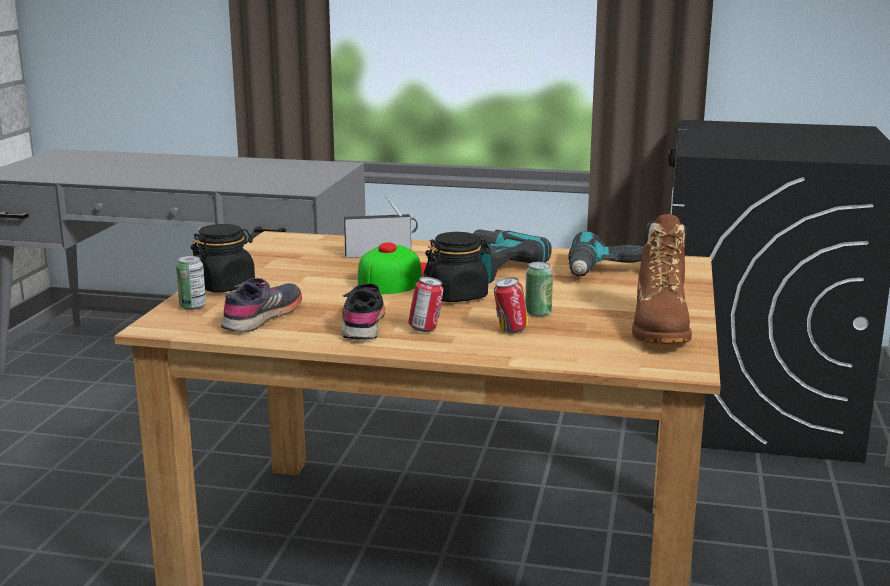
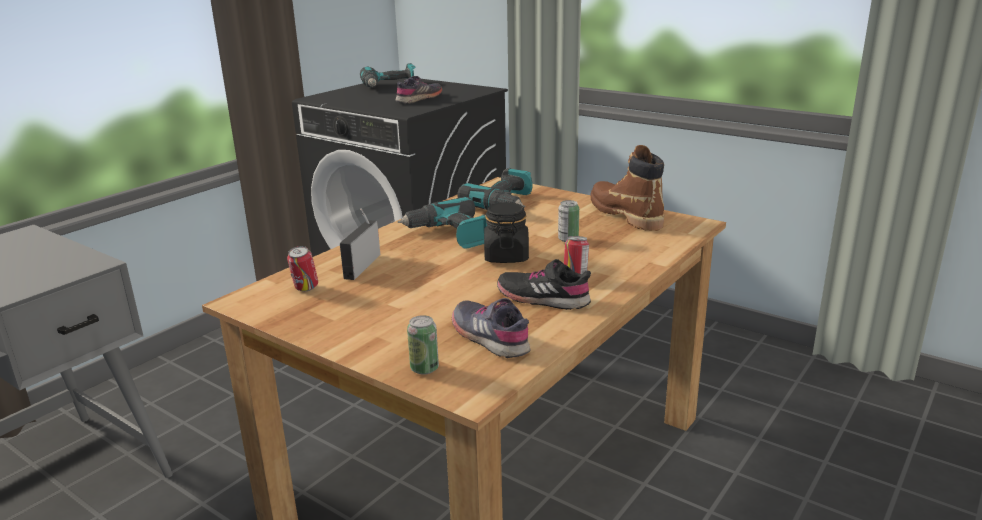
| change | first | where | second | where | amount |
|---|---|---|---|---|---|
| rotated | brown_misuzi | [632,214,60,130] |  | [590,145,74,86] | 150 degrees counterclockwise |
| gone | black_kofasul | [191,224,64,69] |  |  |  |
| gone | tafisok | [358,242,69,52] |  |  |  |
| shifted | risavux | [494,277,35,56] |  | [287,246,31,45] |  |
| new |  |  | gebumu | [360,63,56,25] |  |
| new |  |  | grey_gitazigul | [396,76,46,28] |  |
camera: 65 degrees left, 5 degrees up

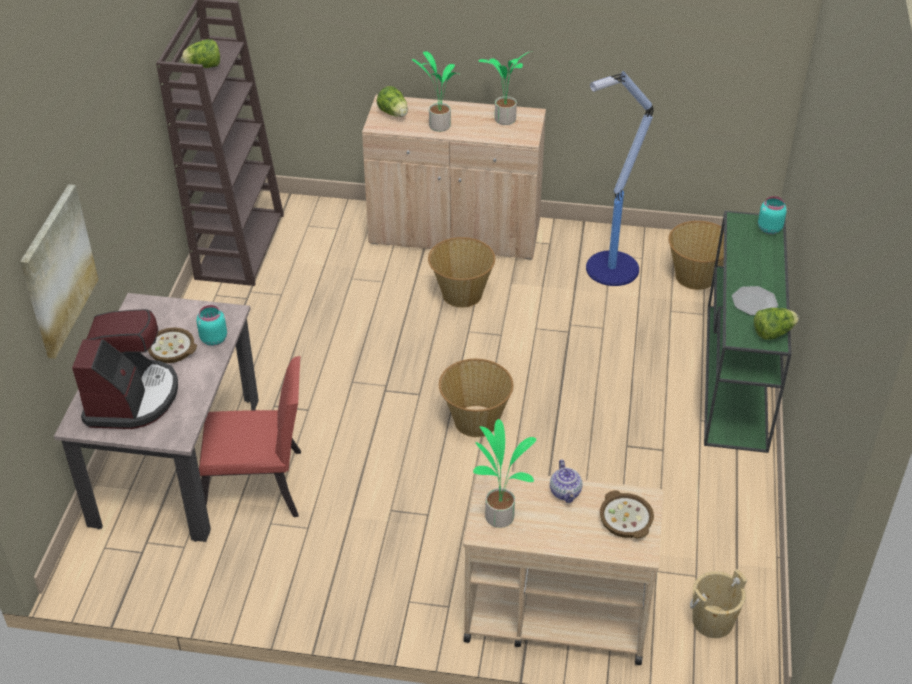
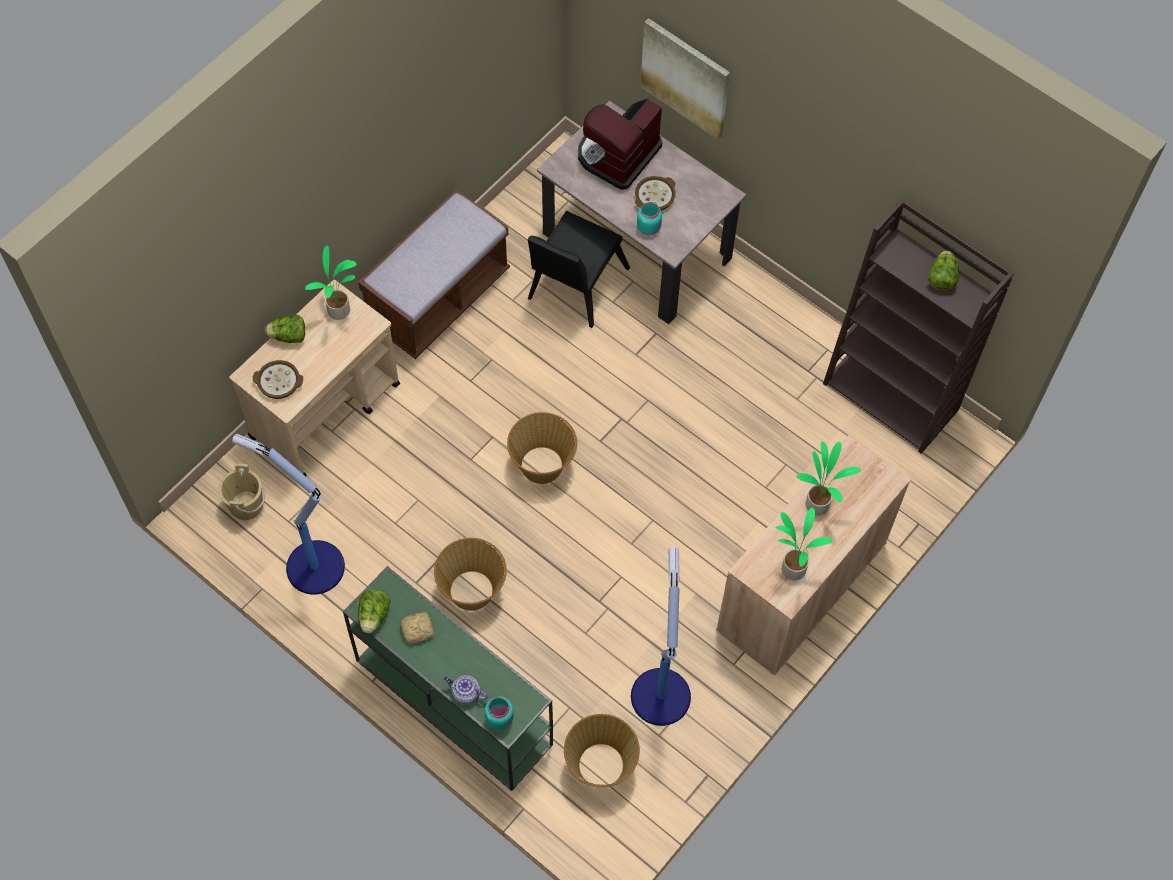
| change | first | where | second | where | amount |
|---|---|---|---|---|---|
| shifted | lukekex | [377,86,31,31] |  | [265,314,40,29] |  |
| shifted | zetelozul | [428,237,67,71] |  | [434,538,73,73] |  |
| swapped | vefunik | [732,286,46,29] | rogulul | [401,612,33,32] |  |
| rotated | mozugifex | [72,309,106,120] |  | [578,98,84,92] | 90 degrees clockwise |
| repainted | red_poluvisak | [199,356,102,161] | black_poluvisak | [528,211,102,117] |  |
| shifted | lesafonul | [550,459,33,44] |  | [444,675,44,29] |  |
| new |  |  | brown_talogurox | [358,190,152,169] |  |
| new |  |  | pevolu | [232,434,113,161] |  |
camera: 120 degrees right, 20 degrees up

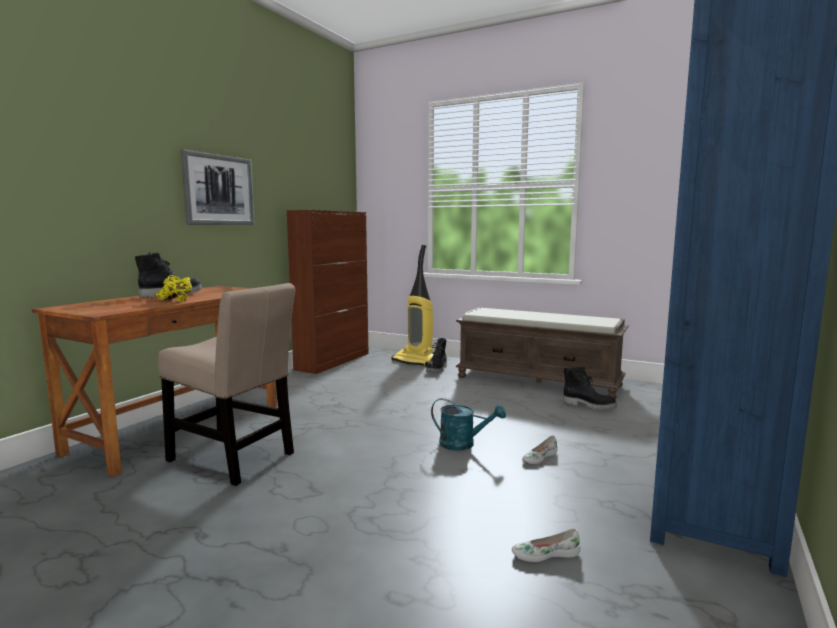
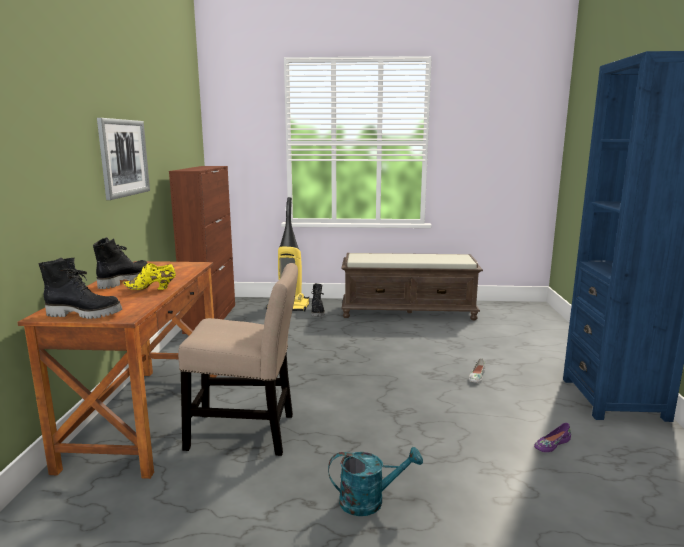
| change | first | where | second | where | amount |
|---|---|---|---|---|---|
| shifted | black_misuzi | [563,367,54,43] |  | [39,258,83,61] |  |
| shifted | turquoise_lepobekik | [431,398,75,53] |  | [328,447,95,69] |  |
| repainted | white_gitazigul | [512,528,69,34] | purple_gitazigul | [534,423,37,29] |  |
camera: 25 degrees left, 5 degrees up

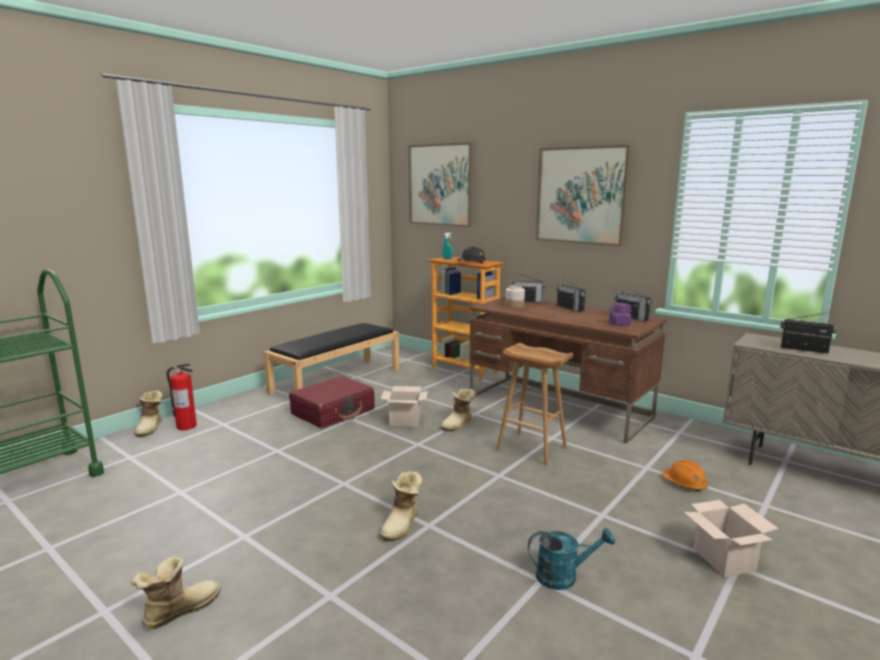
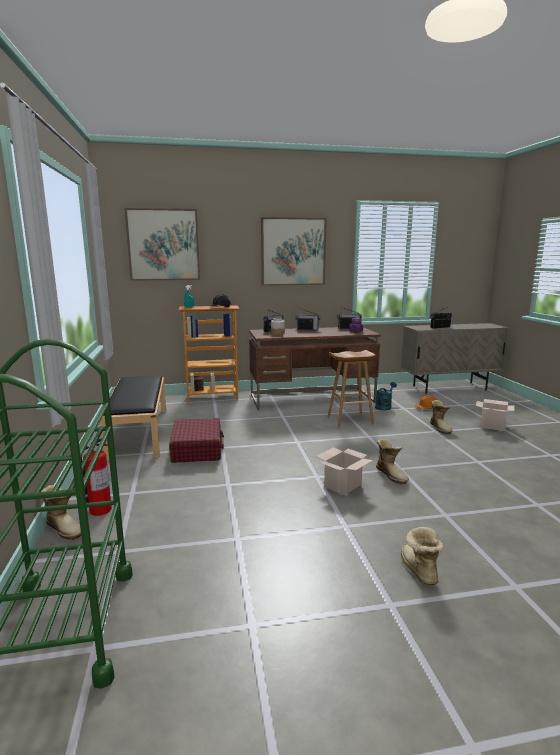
| change | first | where | second | where | amount |
|---|---|---|---|---|---|
| shifted | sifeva | [381,386,47,40] |  | [316,447,57,48] |  |
| shifted | misuzi | [440,388,36,43] |  | [430,400,23,34] |  |
| shifted | turquoise_lepobekik | [528,528,87,62] |  | [375,382,22,28] |  |
camera: 50 degrees left, 0 degrees up

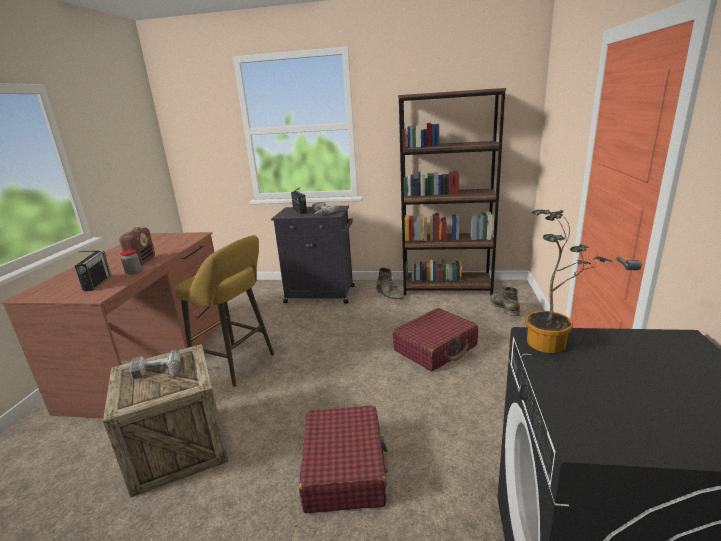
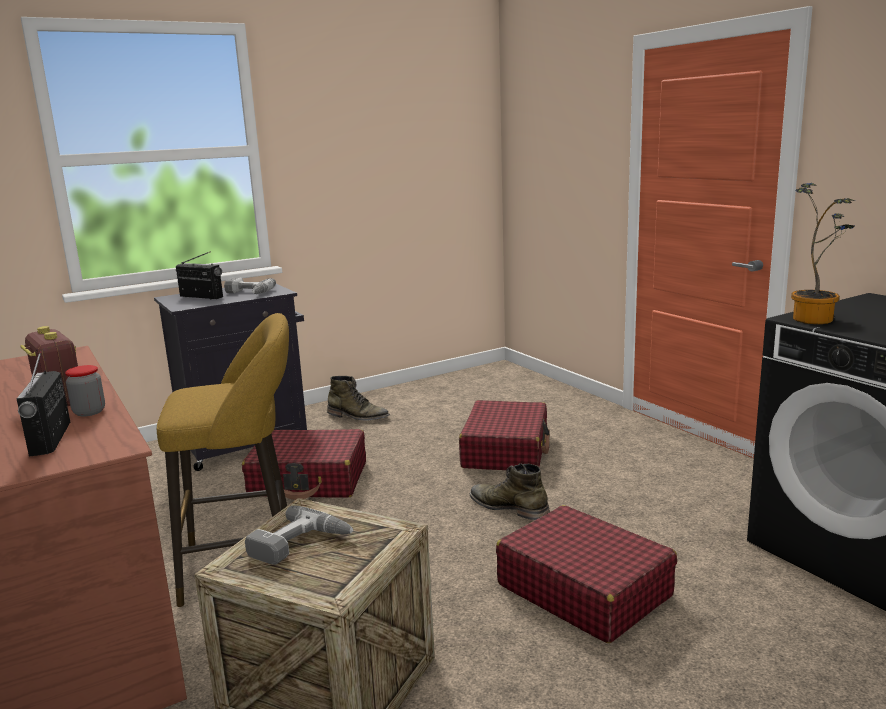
| change | first | where | second | where | amount |
|---|---|---|---|---|---|
| gone | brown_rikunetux | [398,88,108,208] |  |  |  |
| rotated | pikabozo | [75,250,36,41] |  | [17,351,53,106] | 150 degrees counterclockwise |
| shifted | green_misuzi | [490,286,30,30] |  | [470,463,80,57] |  |
| new |  |  | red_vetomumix | [242,429,124,71] |  |
camera: 40 degrees left, 5 degrees down

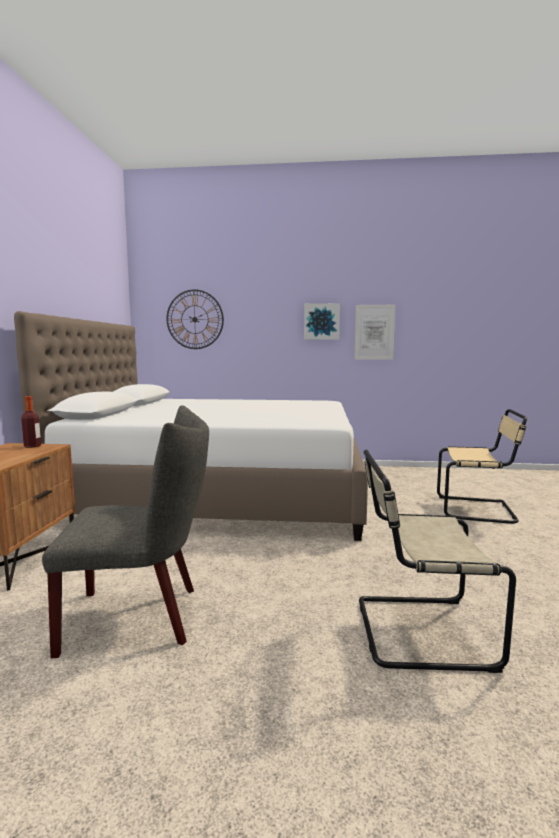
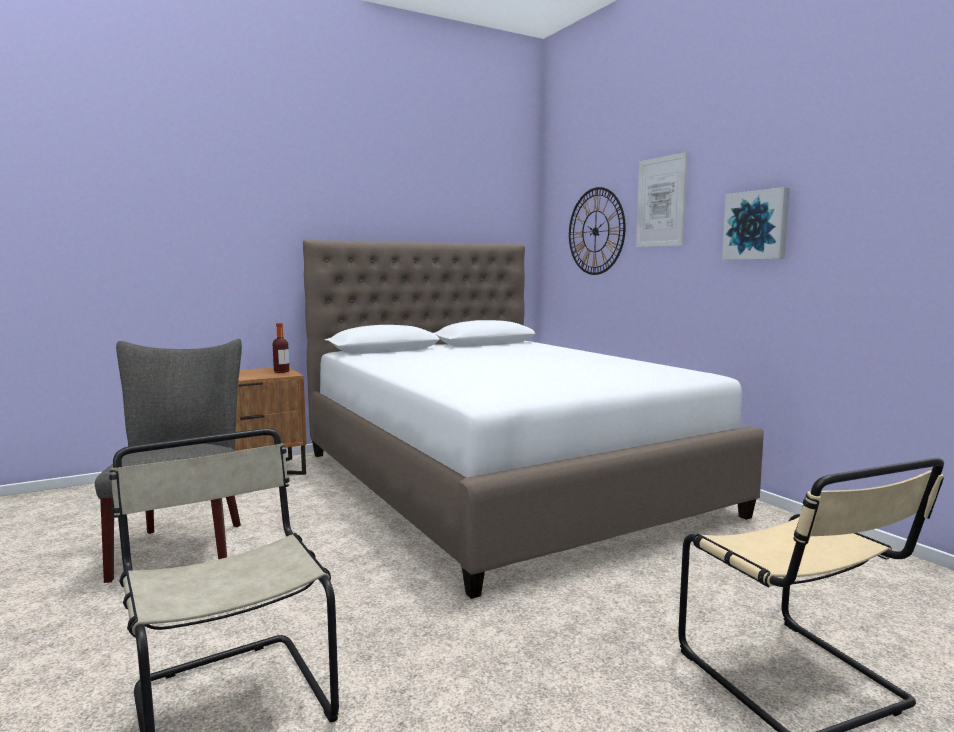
| change | first | where | second | where | amount |
|---|---|---|---|---|---|
| shifted | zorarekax | [354,305,41,55] |  | [636,152,51,95] |  |
| rotated | grey_poluvisak | [42,405,167,253] |  | [95,339,147,244] | 150 degrees counterclockwise |
camera: 55 degrees right, 0 degrees up

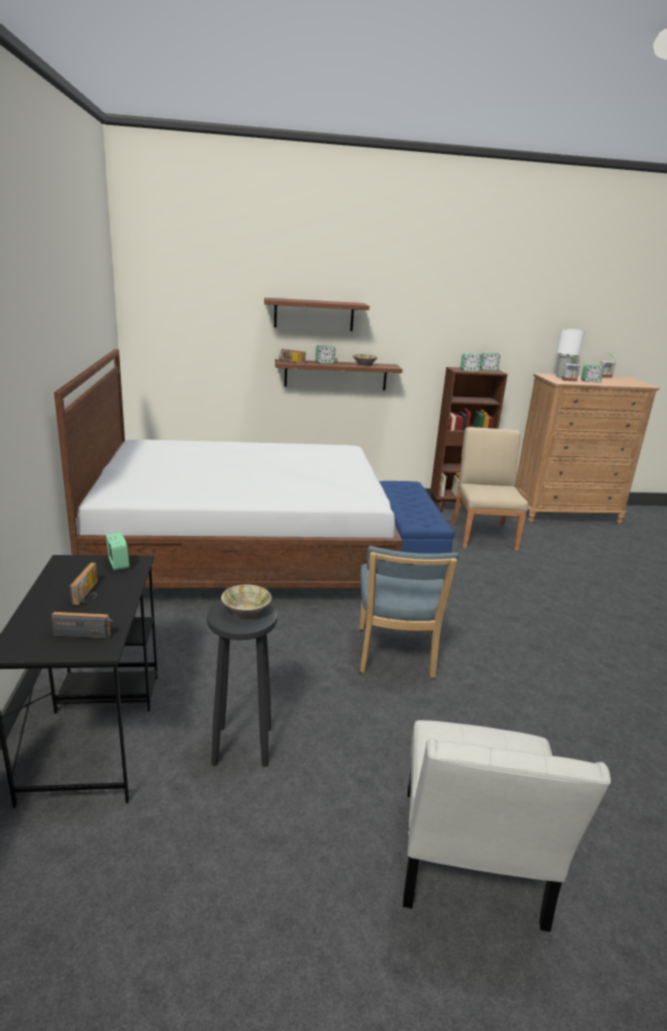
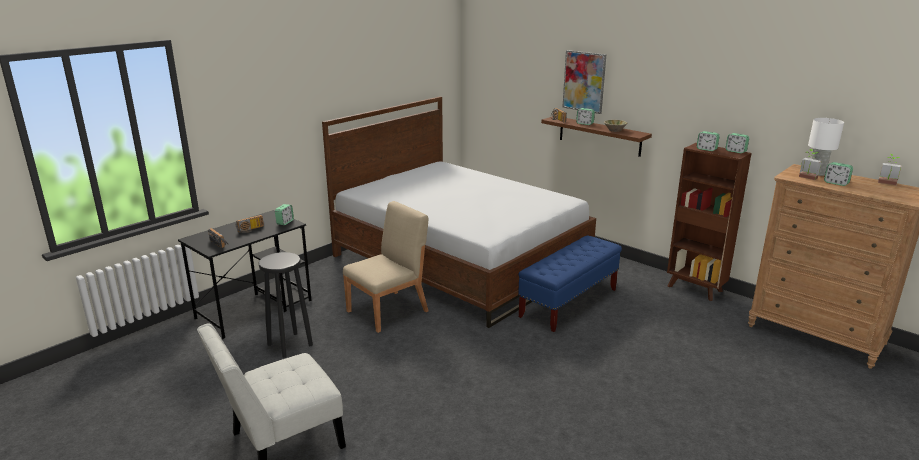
| change | first | where | second | where | amount |
|---|---|---|---|---|---|
| swapped | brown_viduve | [264,298,105,33] | zorarekax | [563,50,44,64] |  |
| shifted | beige_poluvisak | [452,427,76,124] |  | [343,201,85,132] |  |
| gone | blue_poluvisak | [359,546,100,132] |  |  |  |
| gone | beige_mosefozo | [221,585,51,33] |  |  |  |
camera: 50 degrees right, 0 degrees up

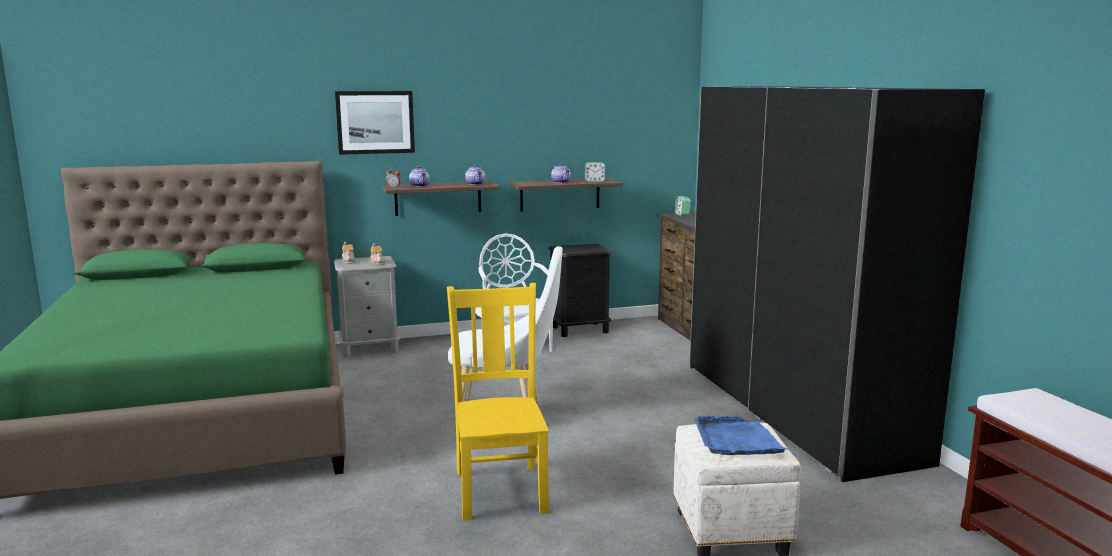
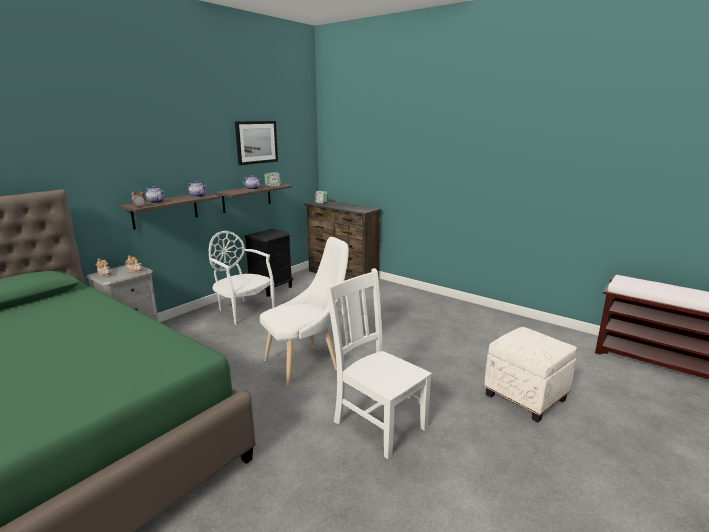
| change | first | where | second | where | amount |
|---|---|---|---|---|---|
| gone | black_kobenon | [689,86,296,396] |  |  |  |
| shifted | zorarekax | [335,91,80,64] |  | [235,121,43,44] |  |
| repainted | yellow_poluvisak | [447,283,102,238] | white_poluvisak | [325,268,107,191] |  |
| gone | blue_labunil | [695,416,93,39] |  |  |  |
camera: 35 degrees left, 5 degrees up

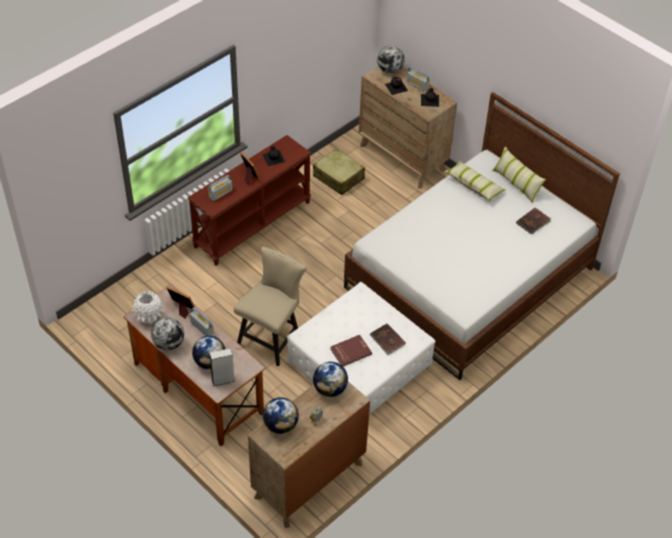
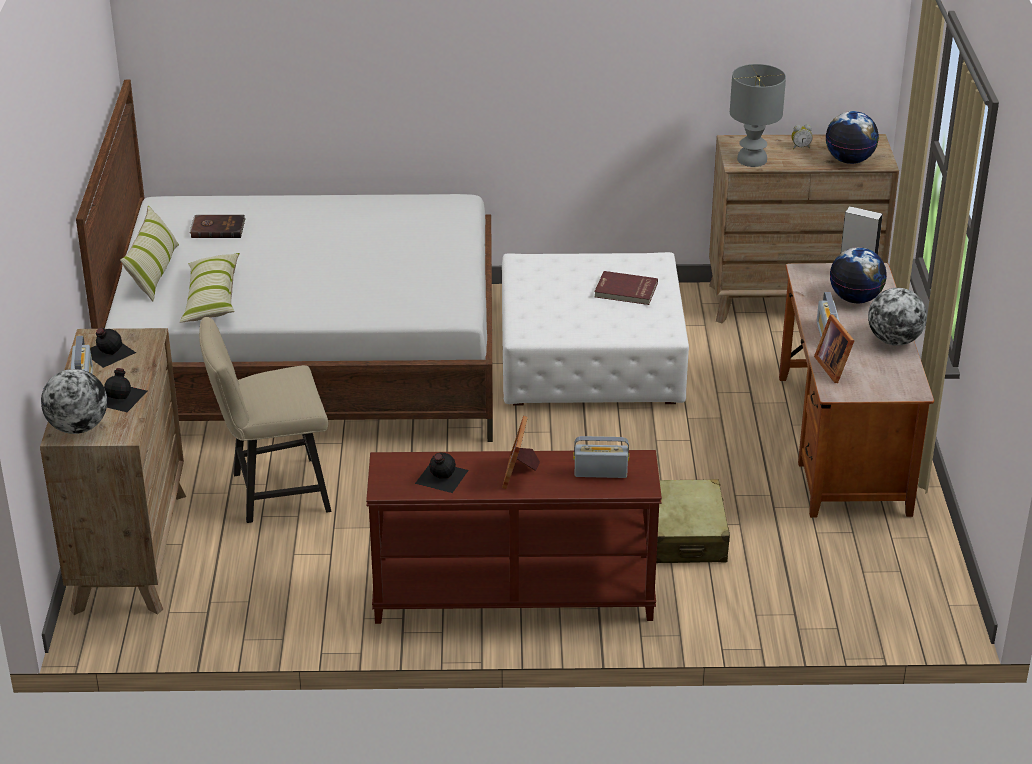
| change | first | where | second | where | amount |
|---|---|---|---|---|---|
| shifted | beige_vetomumix | [313,148,52,47] |  | [656,479,74,84] |  |
| shifted | beige_poluvisak | [234,246,73,120] |  | [199,317,132,206] |  |
| gone | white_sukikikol | [132,291,33,33] |  |  |  |
| gone | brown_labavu | [370,323,36,32] |  |  |  |
| swapped | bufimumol | [313,362,35,35] | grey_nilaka | [730,64,56,103] |  |
camera: 135 degrees left, 15 degrees down

